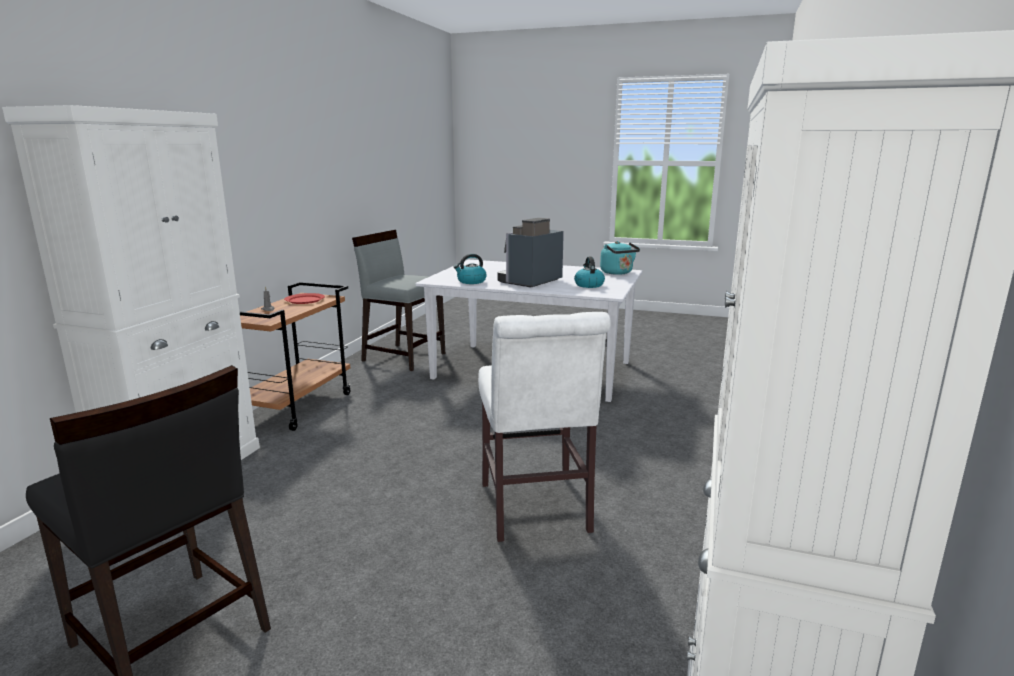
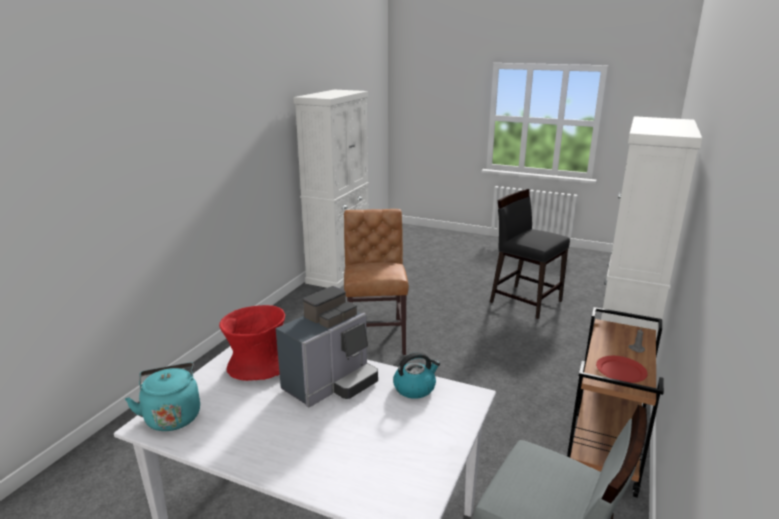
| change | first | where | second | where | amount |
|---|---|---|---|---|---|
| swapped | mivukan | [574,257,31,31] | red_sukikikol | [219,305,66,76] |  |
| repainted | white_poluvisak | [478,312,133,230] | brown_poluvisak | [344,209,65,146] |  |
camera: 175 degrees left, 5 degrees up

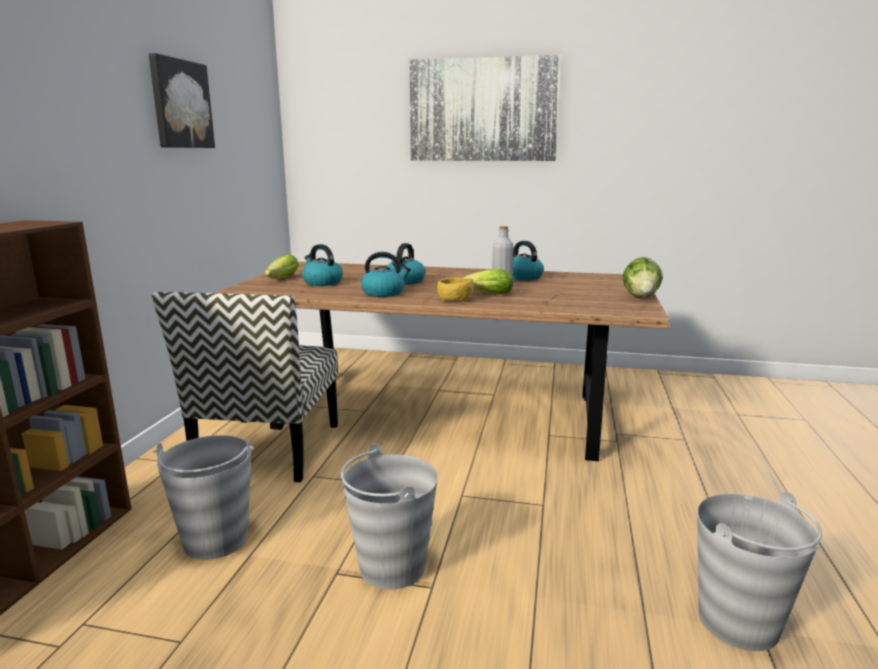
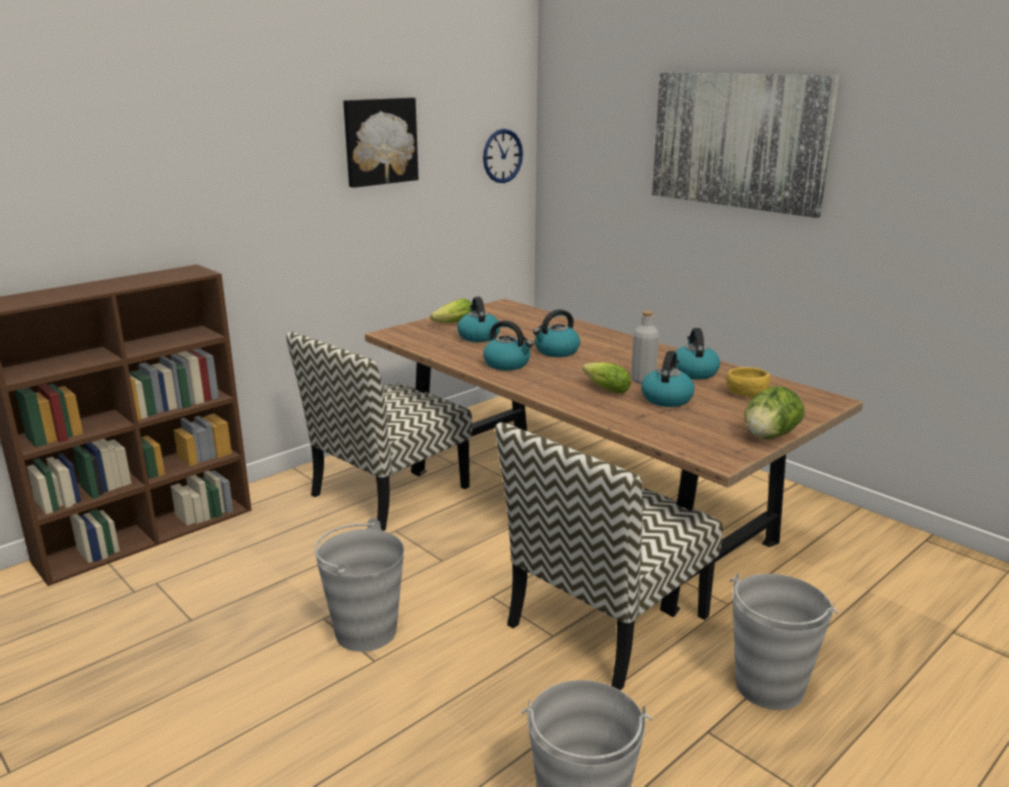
| change | first | where | second | where | amount |
|---|---|---|---|---|---|
| shifted | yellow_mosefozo | [437,277,37,25] |  | [727,367,43,32] |  |
| shifted | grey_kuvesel | [153,435,101,125] |  | [729,573,109,137] |  |
| new |  |  | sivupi | [483,129,40,54] |  |
| new |  |  | mivukan | [641,351,53,56] |  |
| new |  |  | poluvisak | [495,422,228,268] |  |
camera: 35 degrees right, 5 degrees up

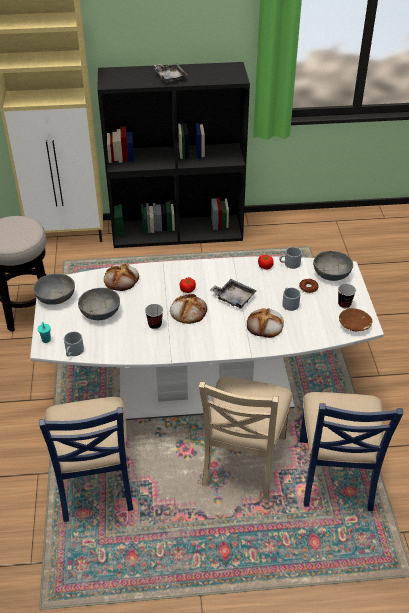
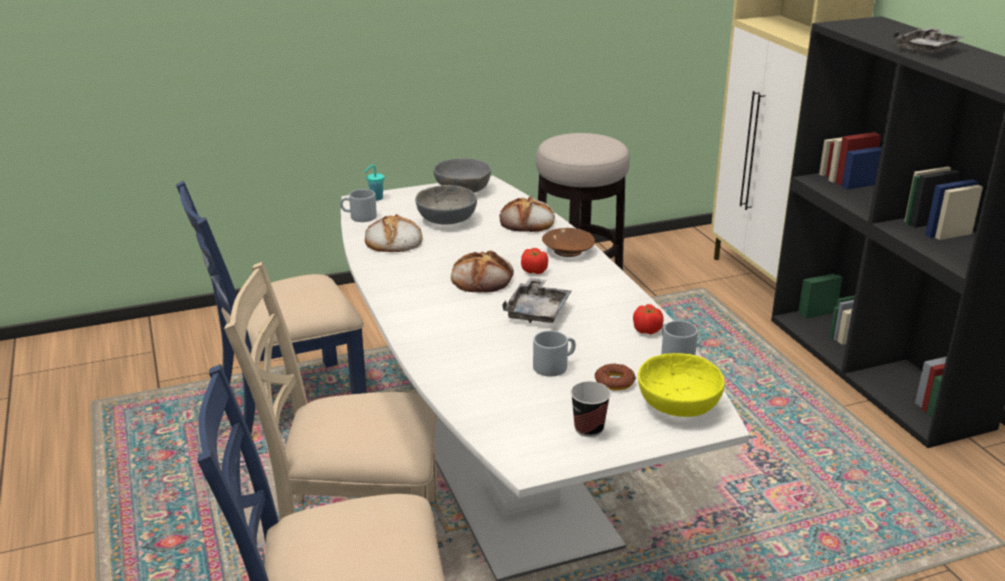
| change | first | where | second | where | amount |
|---|---|---|---|---|---|
| repainted | grey_mosefozo | [313,251,40,30] | yellow_mosefozo | [638,353,87,64] |  |
| gone | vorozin | [145,304,18,25] |  |  |  |
| shifted | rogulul | [247,308,37,30] |  | [365,214,58,38] |  |
| shifted | brown_mosefozo | [339,308,33,23] |  | [542,228,53,29] |  |
camera: 75 degrees right, 15 degrees down

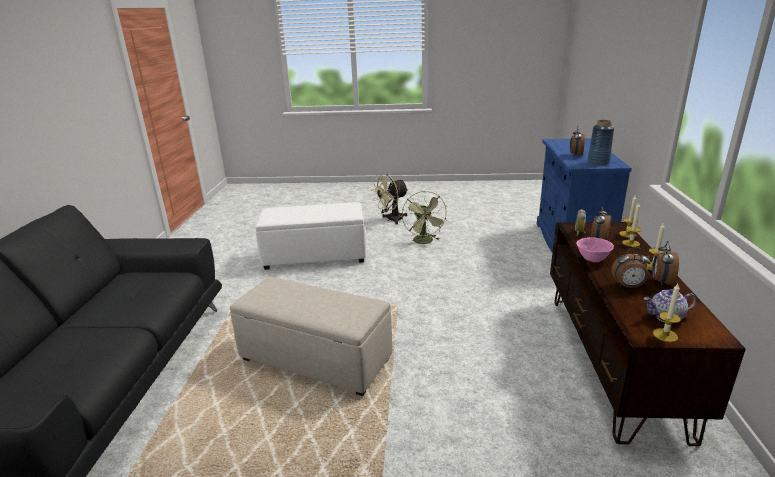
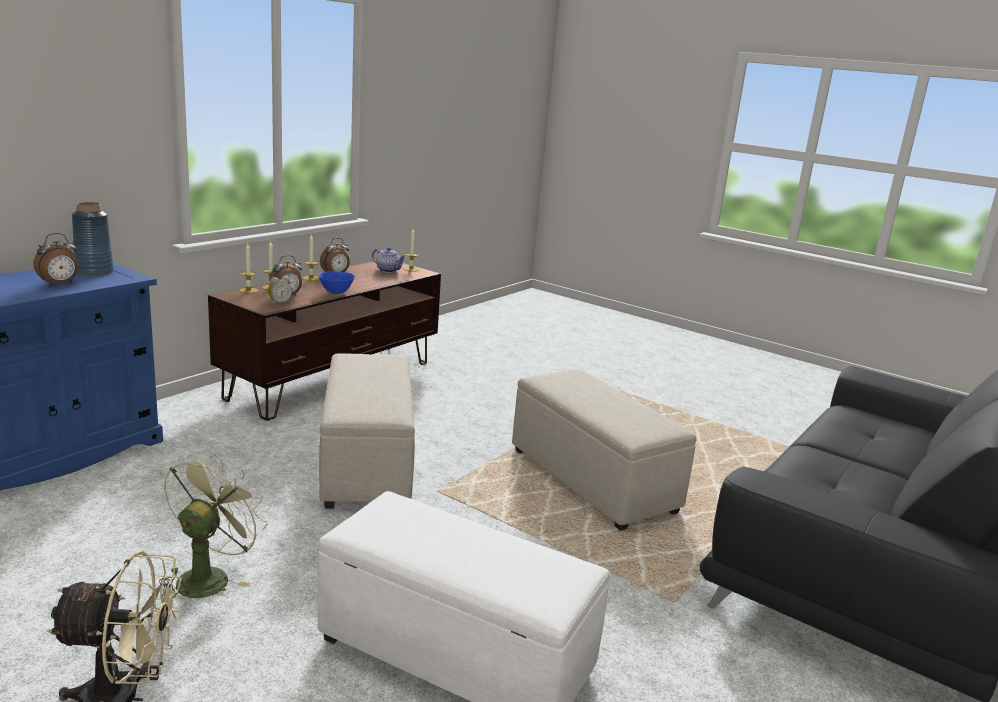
| change | first | where | second | where | amount |
|---|---|---|---|---|---|
| repainted | pink_mosefozo | [576,237,38,25] | blue_mosefozo | [319,271,36,23] |  |
| gone | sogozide | [611,247,40,41] |  |  |  |
| new |  |  | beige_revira | [319,354,96,155] |  |
camera: 150 degrees left, 5 degrees down

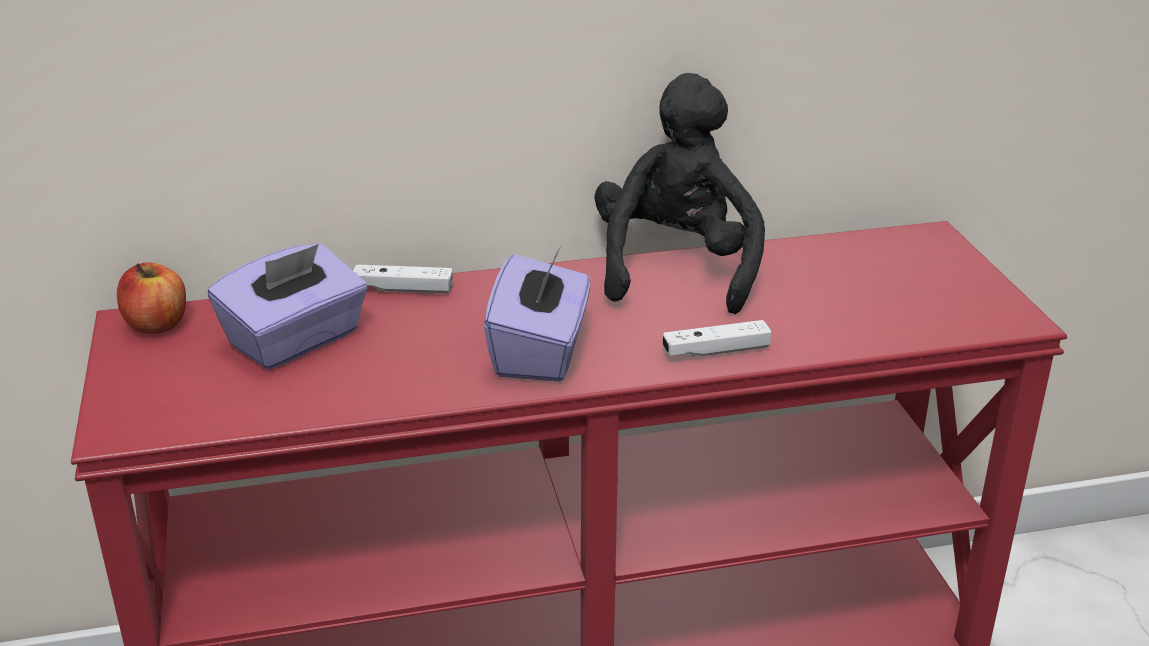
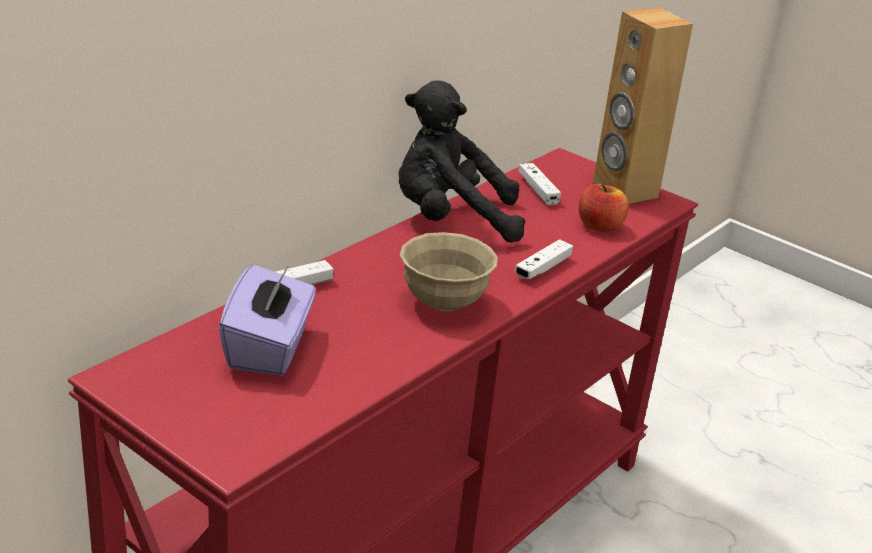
| change | first | where | second | where | amount |
|---|---|---|---|---|---|
| rotated | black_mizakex | [594,73,171,241] |  | [399,81,127,162] | 60 degrees counterclockwise |
| swapped | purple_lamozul | [484,248,106,134] | beige_mosefozo | [400,232,98,79] |  |
| shifted | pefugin | [117,262,69,72] |  | [579,184,50,48] |  |
| new |  |  | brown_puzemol | [593,7,100,197] |  |
| new |  |  | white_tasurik | [518,163,43,42] |  |
camera: 40 degrees left, 0 degrees up

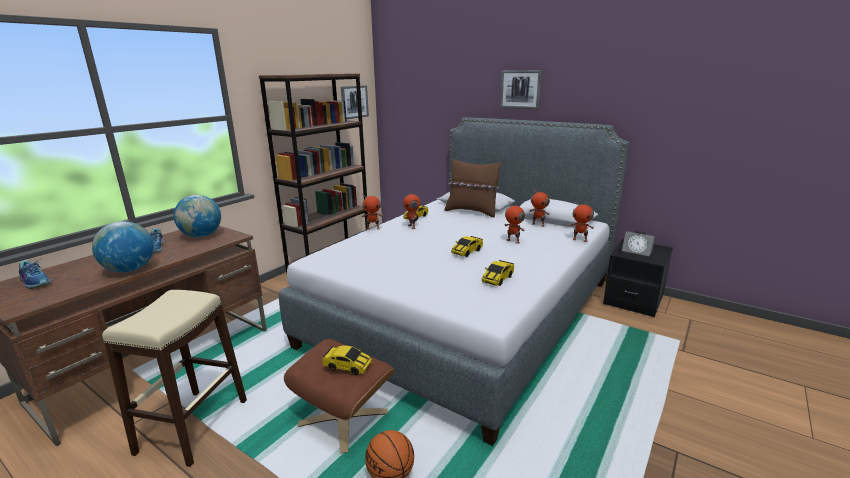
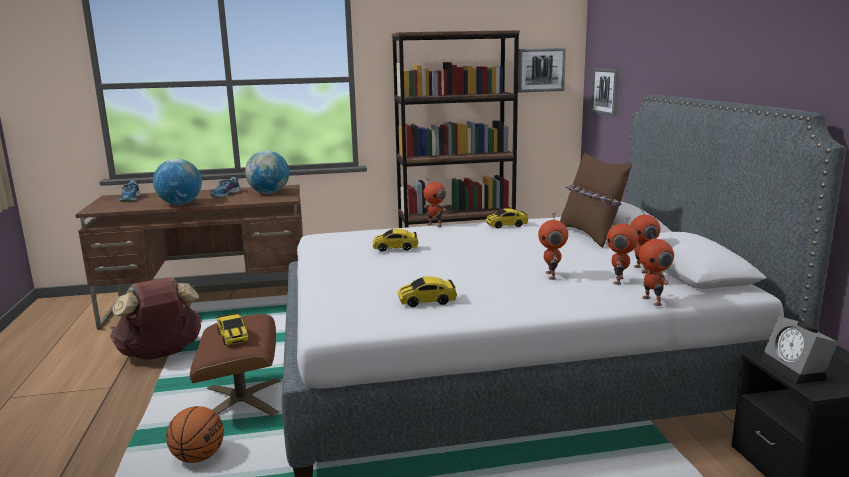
| change | first | where | second | where | amount |
|---|---|---|---|---|---|
| shifted | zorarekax | [500,70,42,39] |  | [591,68,28,48] |  |
| shifted | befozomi | [403,190,17,39] |  | [607,216,31,69] |  |
| shifted | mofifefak | [451,236,32,21] |  | [373,229,45,23] |  |
| swapped | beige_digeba | [102,290,145,177] | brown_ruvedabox | [110,277,92,83] |  |
camera: 45 degrees right, 5 degrees down

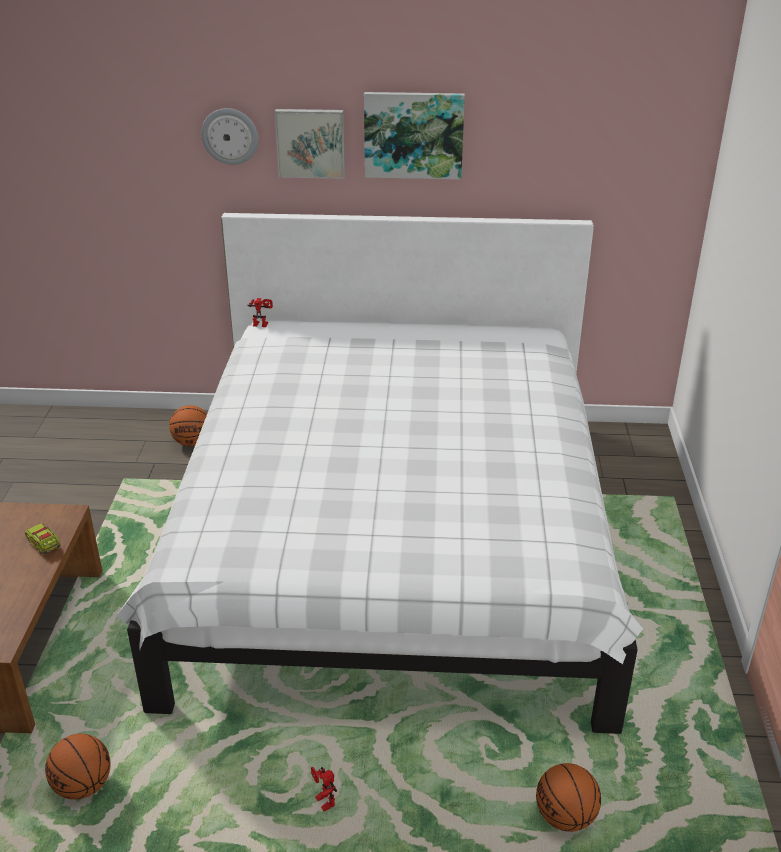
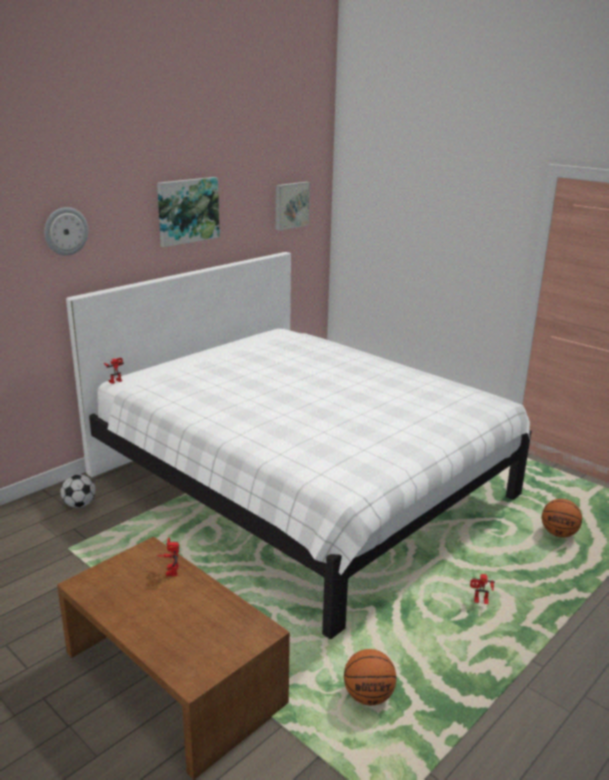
| change | first | where | second | where | amount |
|---|---|---|---|---|---|
| shifted | zorarekax | [274,109,71,70] |  | [276,182,34,48] |  |
| swapped | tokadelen | [169,405,38,41] | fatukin | [60,474,36,34] |  |
| swapped | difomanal | [25,523,36,31] | befozomi | [157,538,22,38] |  |
camera: 50 degrees left, 10 degrees down

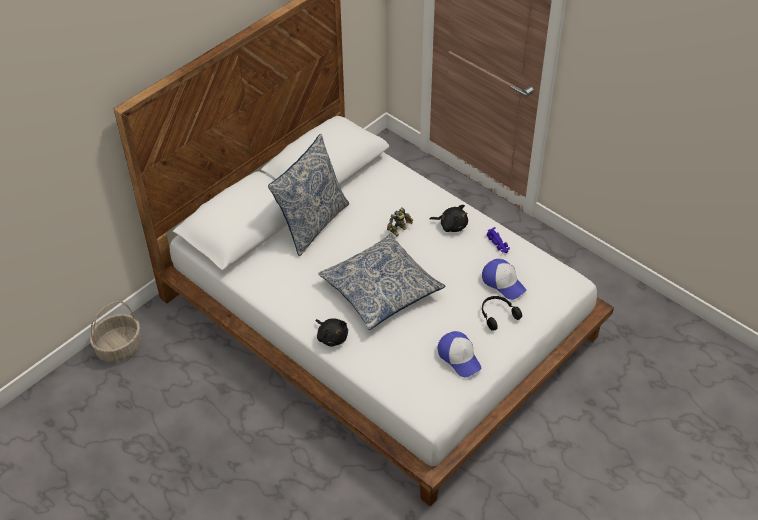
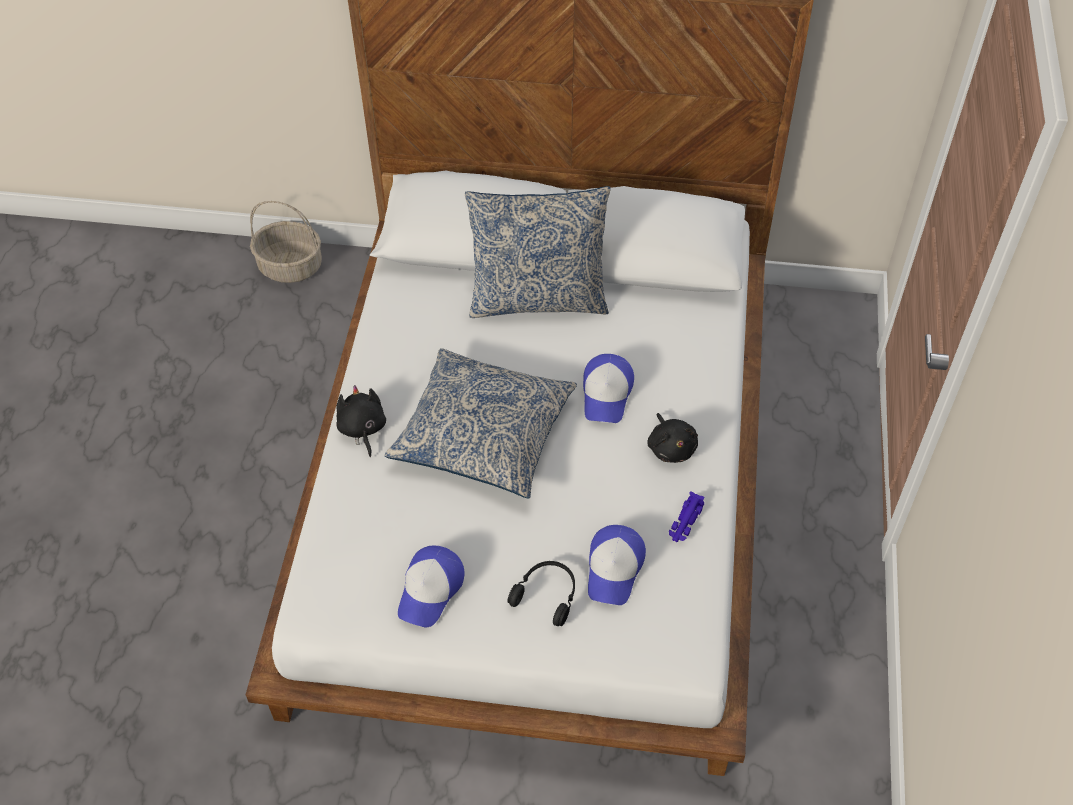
| change | first | where | second | where | amount |
|---|---|---|---|---|---|
| swapped | befozomi | [387,207,26,29] | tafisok | [583,354,51,69] |  |
| rotated | black_mizakex | [316,318,32,29] |  | [336,385,50,72] | 150 degrees clockwise |
camera: 55 degrees right, 5 degrees up

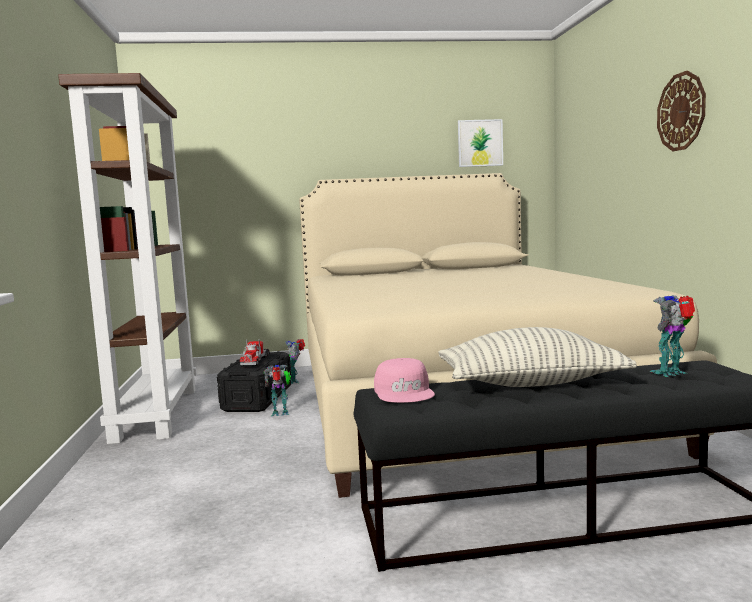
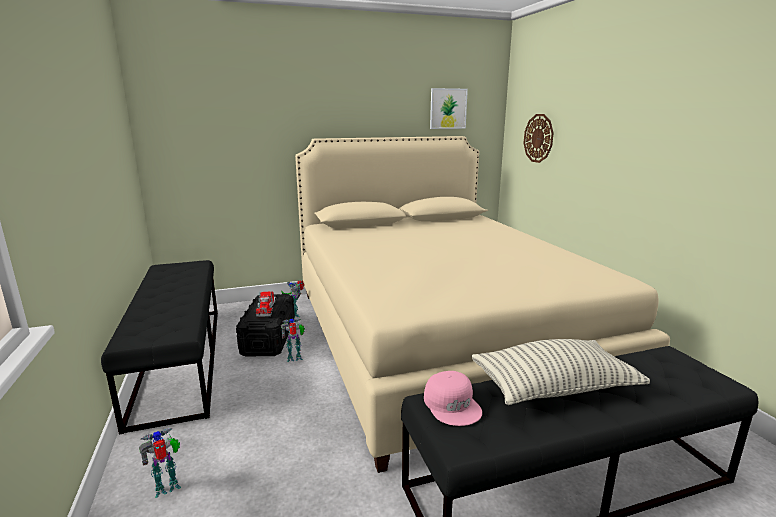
| change | first | where | second | where | amount |
|---|---|---|---|---|---|
| shifted | sivupi | [657,71,49,80] |  | [523,114,31,49] |  |
| swapped | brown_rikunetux | [58,73,139,371] | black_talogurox | [101,260,117,175] |  |
| shifted | befozomi | [650,295,45,82] |  | [139,428,42,70] |  |
camera: 10 degrees left, 10 degrees up

